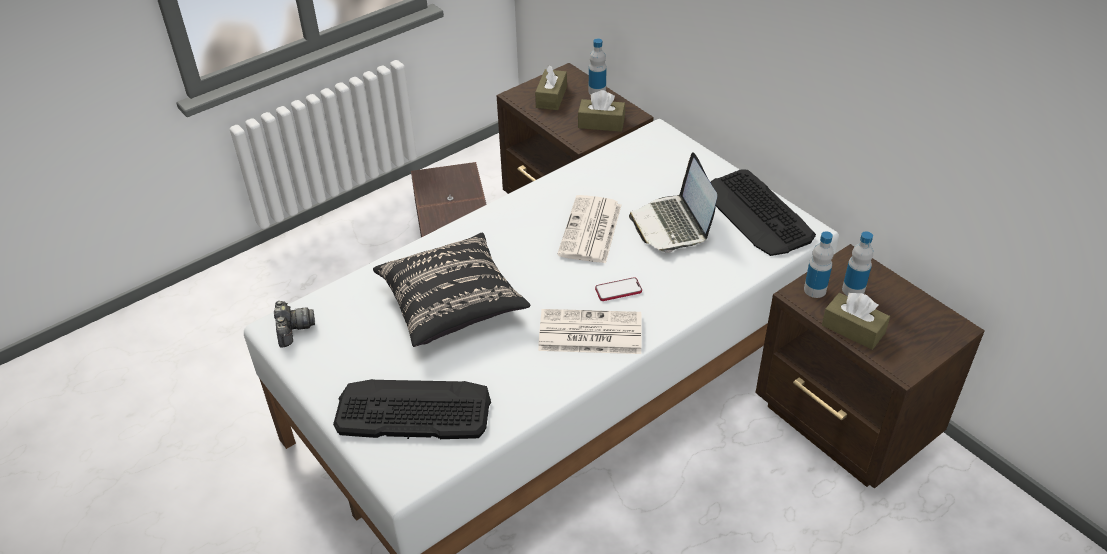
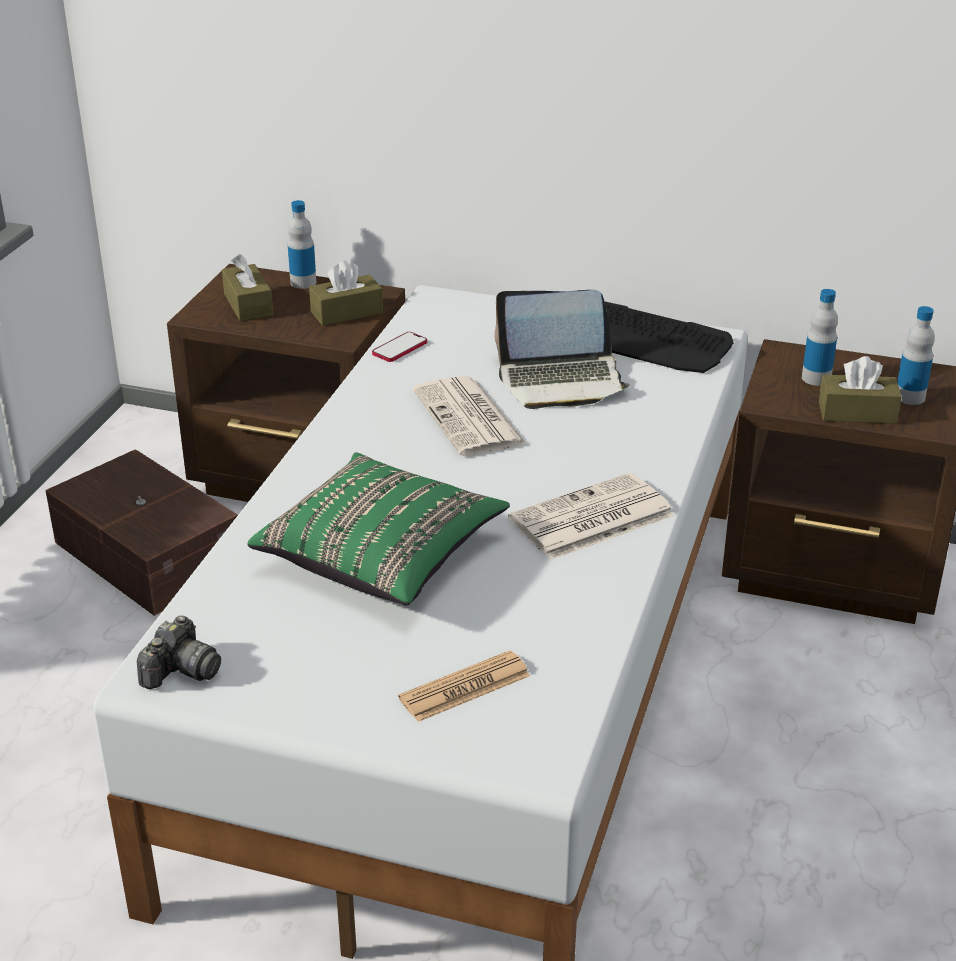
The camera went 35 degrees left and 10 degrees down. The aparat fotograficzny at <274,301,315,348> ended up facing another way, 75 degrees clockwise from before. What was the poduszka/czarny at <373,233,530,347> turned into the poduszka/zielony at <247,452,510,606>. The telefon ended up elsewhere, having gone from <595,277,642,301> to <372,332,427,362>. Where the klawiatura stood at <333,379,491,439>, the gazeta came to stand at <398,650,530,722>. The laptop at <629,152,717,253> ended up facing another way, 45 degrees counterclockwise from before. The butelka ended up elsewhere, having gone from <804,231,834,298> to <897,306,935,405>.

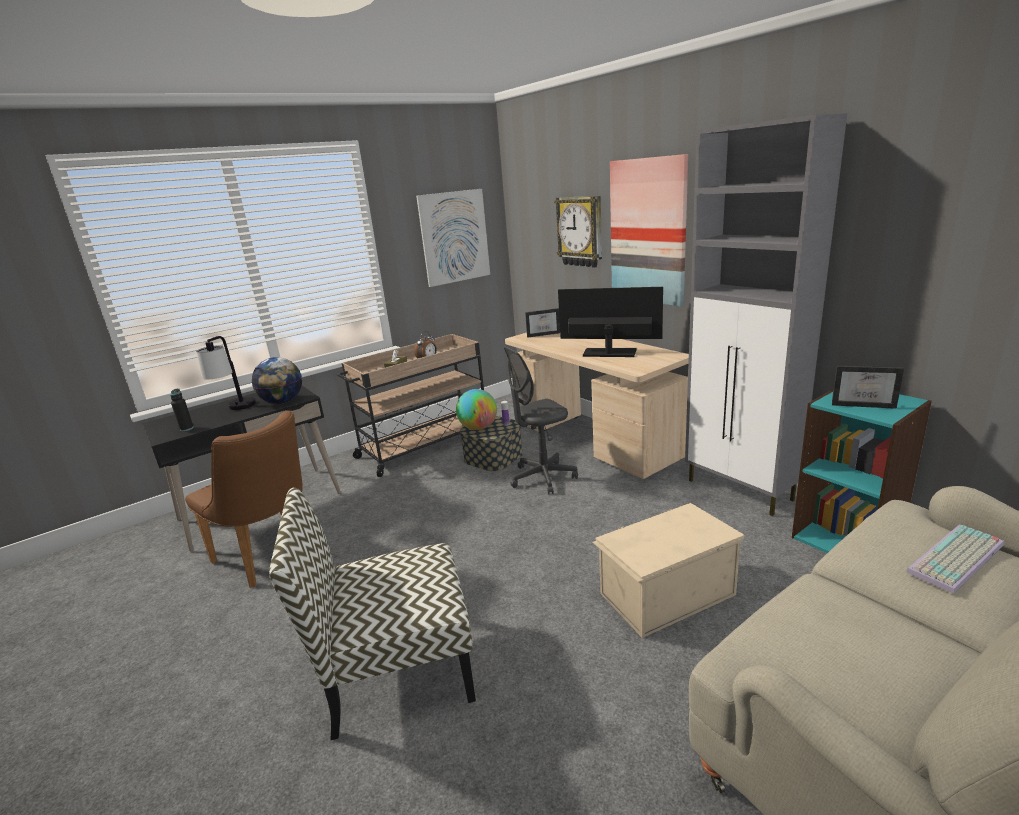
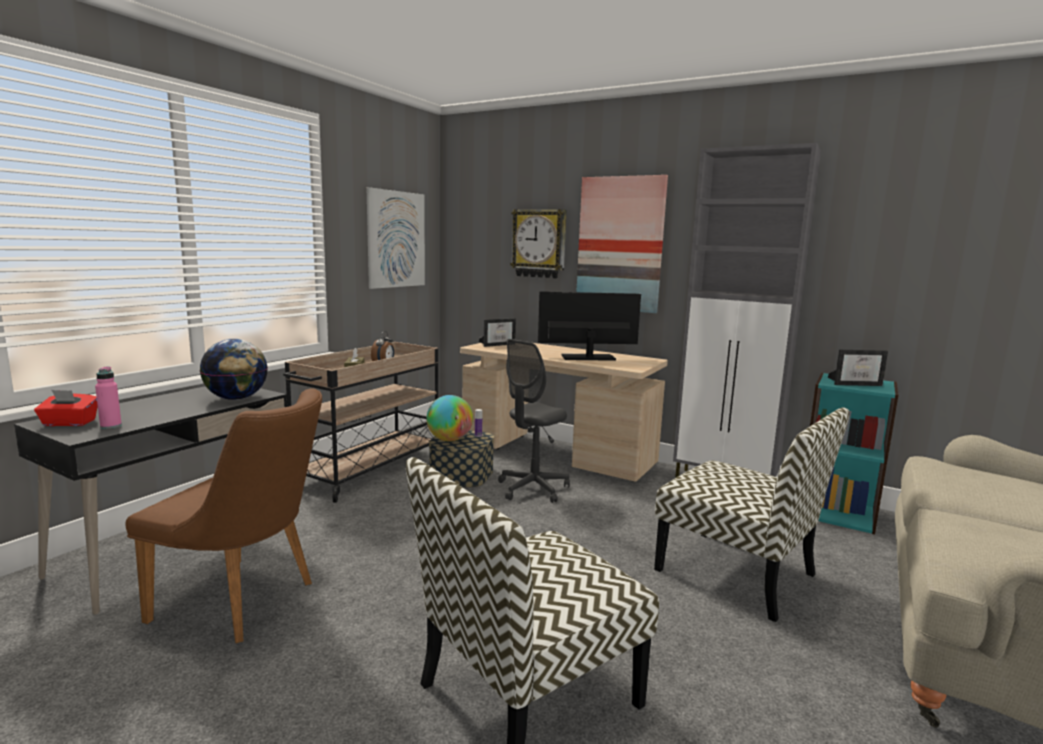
The camera went 25 degrees left and 10 degrees down. The second view gained the pudełko chusteczek/czerwony at <34,390,98,426>. What was the butelka/czarny at <170,388,194,432> turned into the butelka/różowy at <95,366,122,429>. Where the pojemnik do przechowywania/beżowy stood at <592,503,744,638>, the krzesło came to stand at <654,408,849,622>. The second view lost the lampa stołowa at <196,336,256,410>. The second view lost the klawiatura at <906,524,1004,594>.

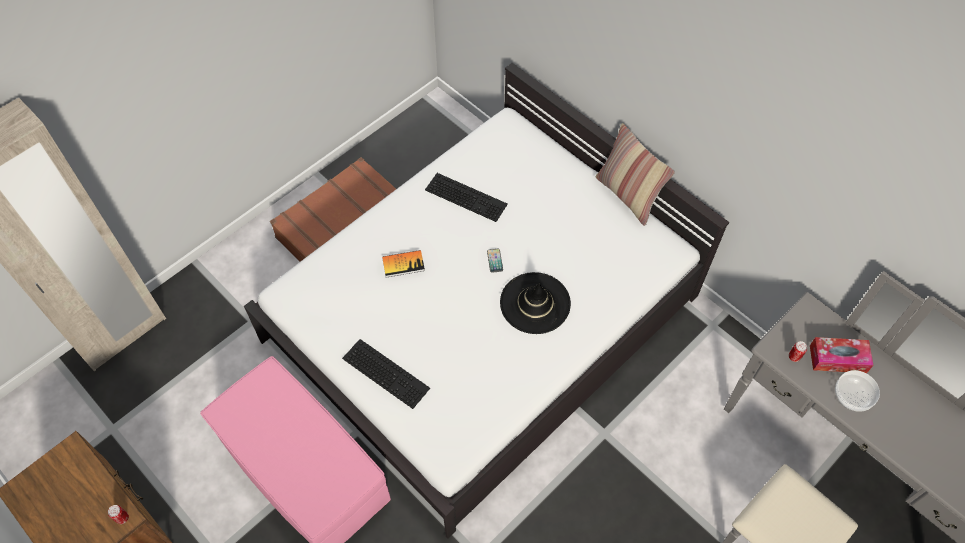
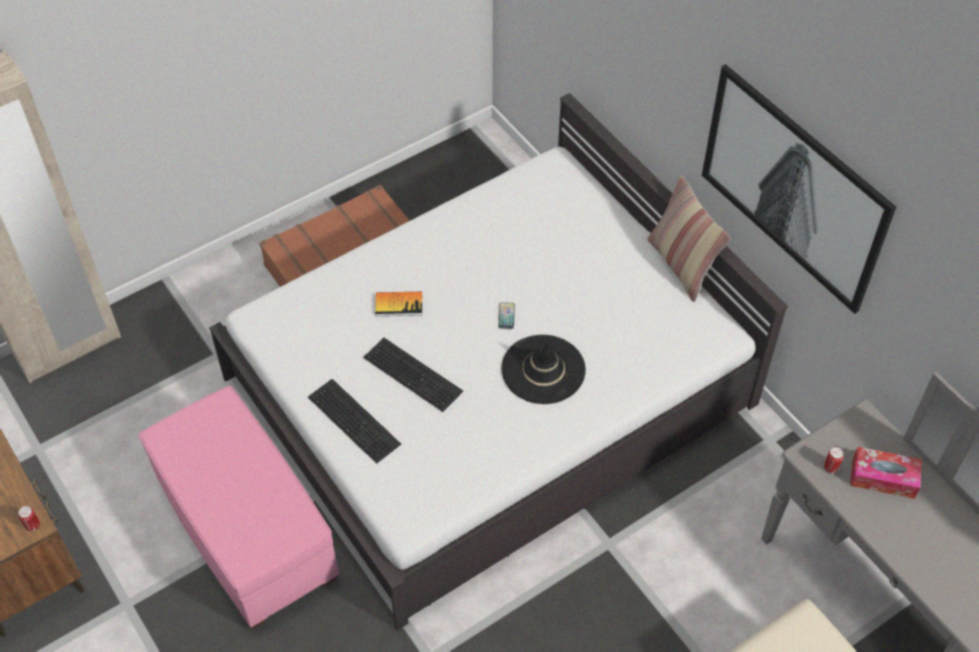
The camera went 10 degrees right and 5 degrees down. The klawiatura ended up elsewhere, having gone from <425,173,508,222> to <363,338,463,412>. The second view gained the obraz at <702,64,896,314>. The second view lost the miska at <835,370,880,412>.

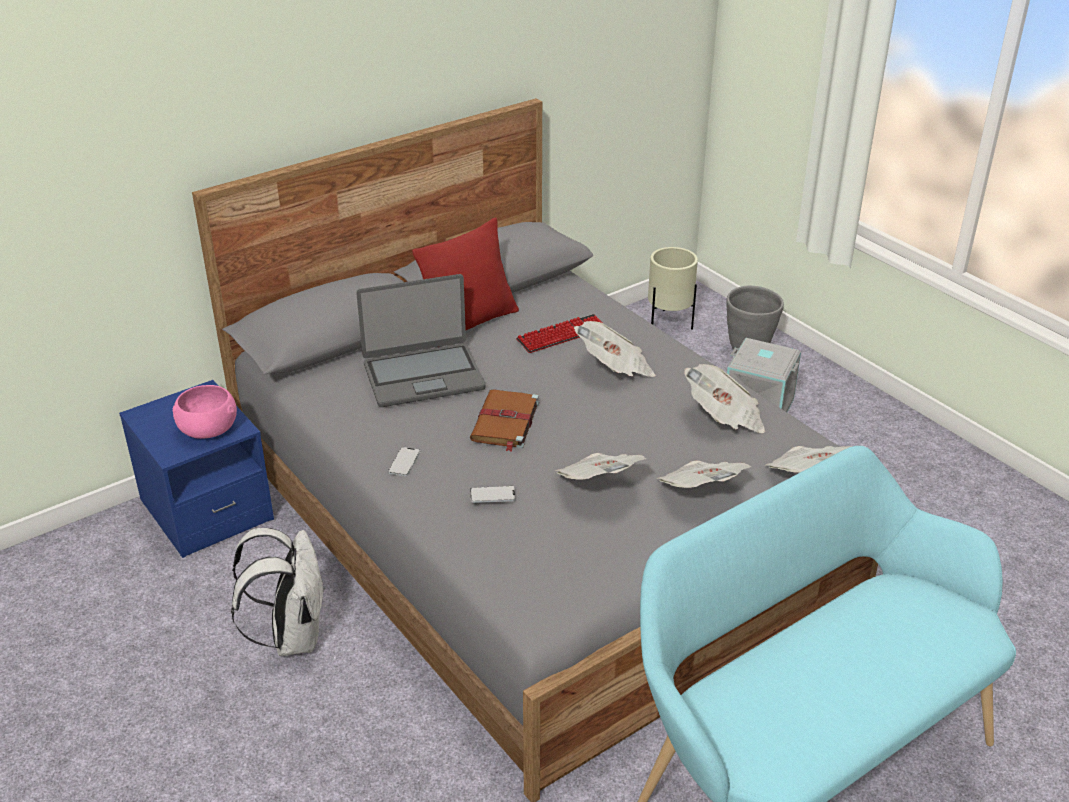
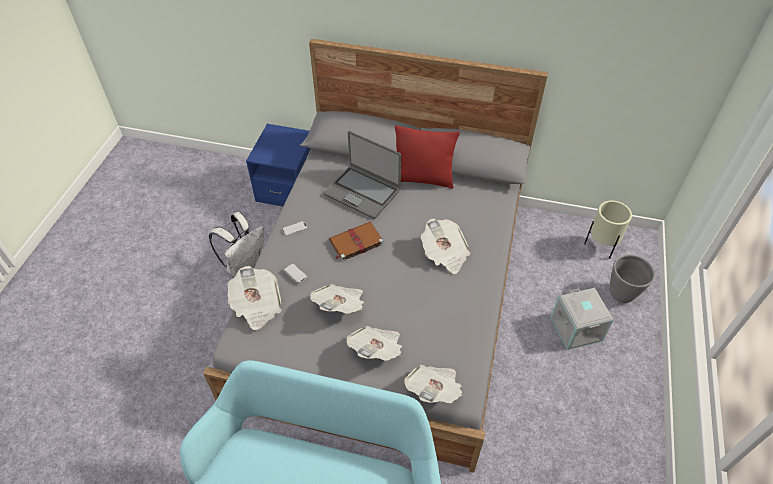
The camera went 50 degrees right and 15 degrees up. The gazeta ended up elsewhere, having gone from <684,364,765,433> to <227,266,282,330>. The second view lost the miska/różowy at <172,385,237,439>. The second view lost the klawiatura at <516,314,602,353>.

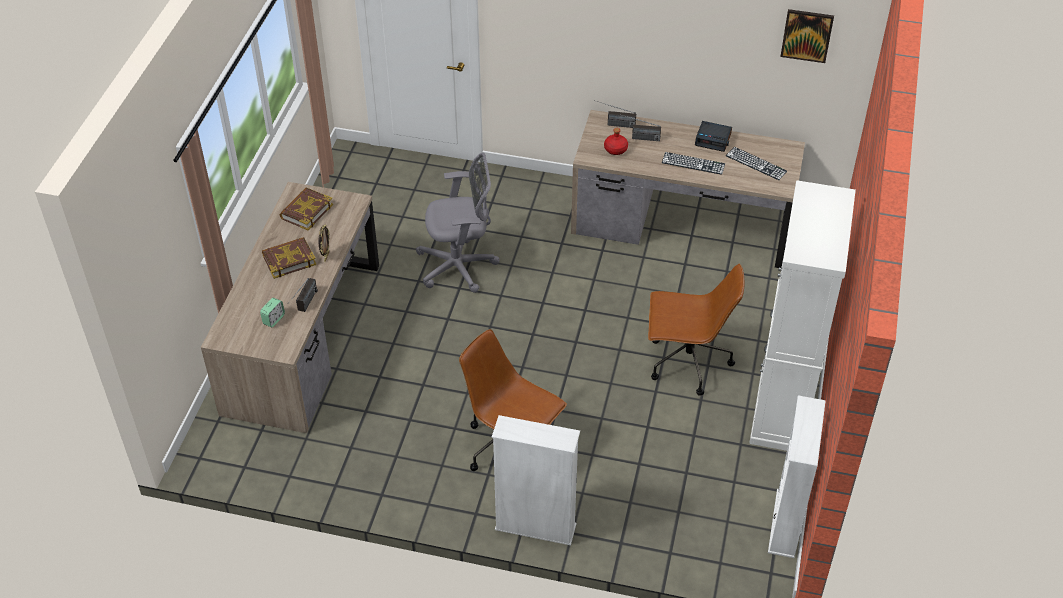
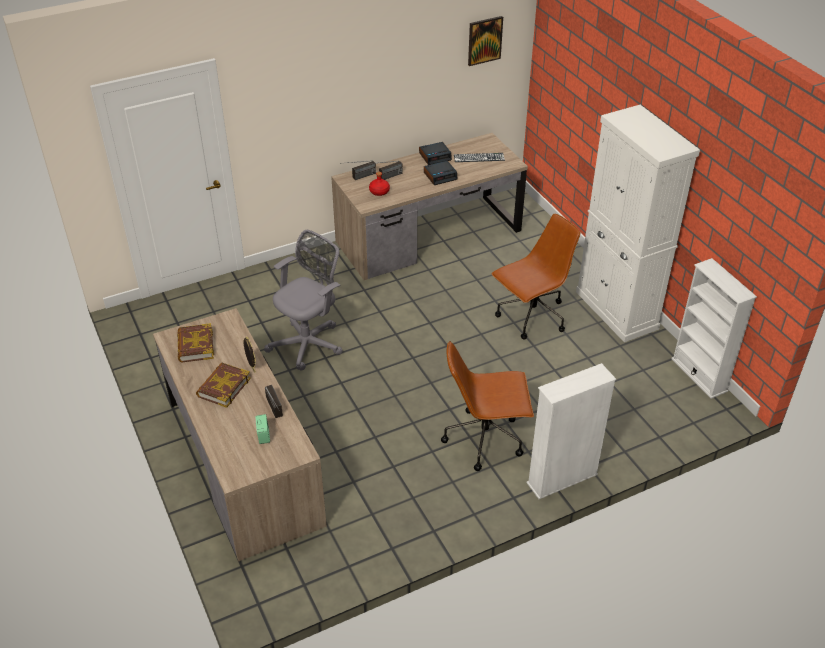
The camera went 40 degrees left and 5 degrees down. Where the klawiatura stood at <662,152,725,175>, the budzik came to stand at <424,161,458,185>.

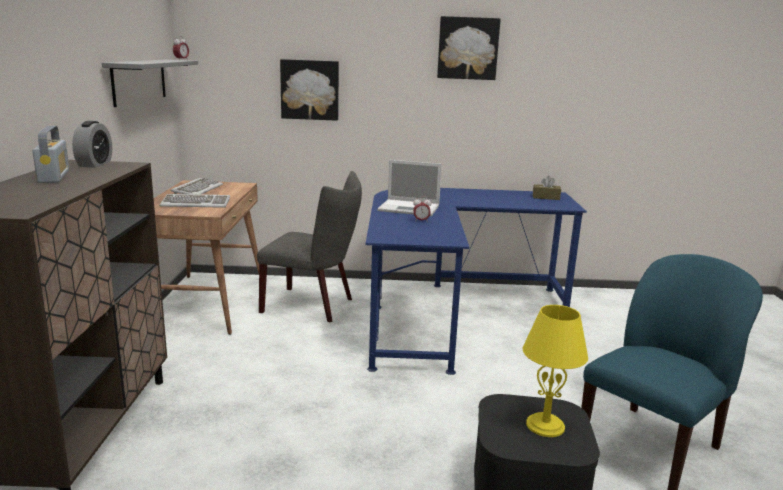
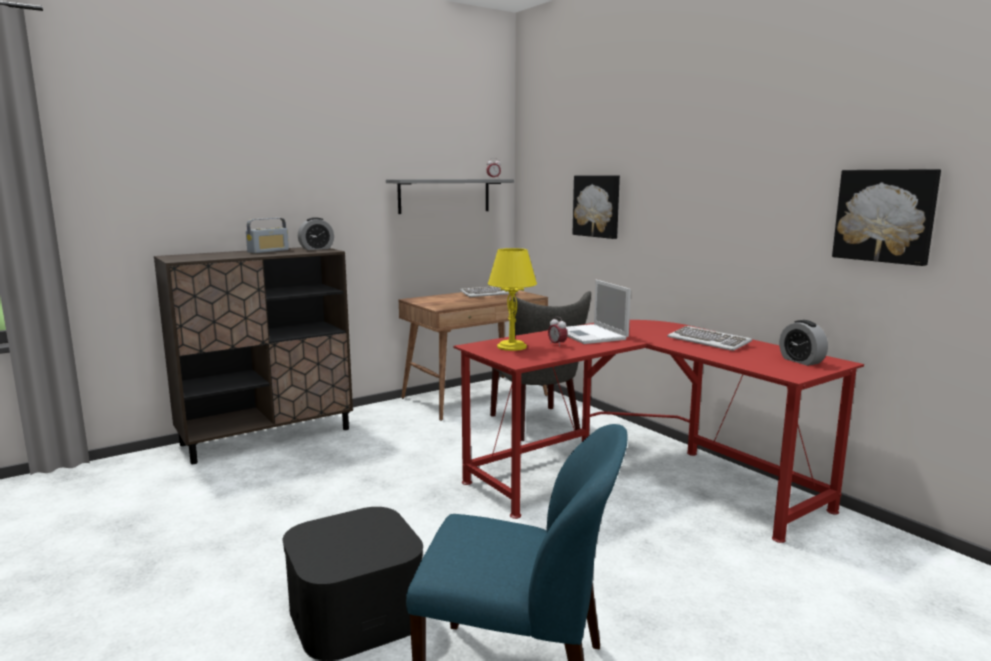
The camera went 55 degrees right and 5 degrees down. What was the biurko/niebieski at <366,188,587,375> turned into the biurko/czerwony at <453,320,864,543>. The lampa stołowa/żółty ended up elsewhere, having gone from <522,305,588,437> to <488,248,537,351>. The klawiatura ended up elsewhere, having gone from <159,194,230,208> to <667,326,752,351>. Where the pudełko chusteczek/brązowy stood at <533,176,561,200>, the budzik came to stand at <779,320,828,366>. The obraz ended up elsewhere, having gone from <437,16,501,80> to <832,169,941,266>.

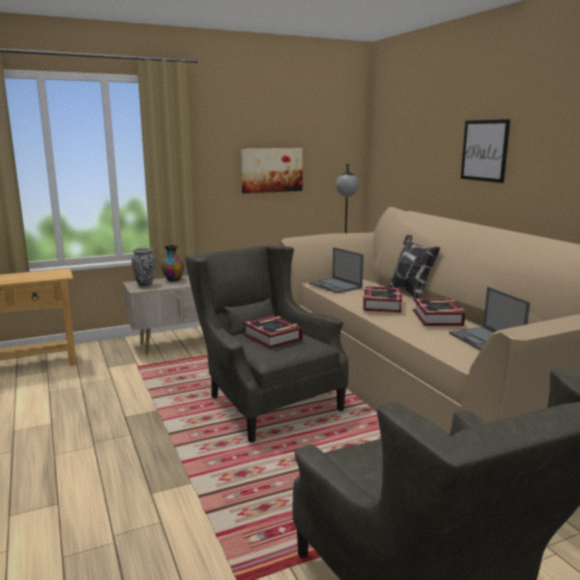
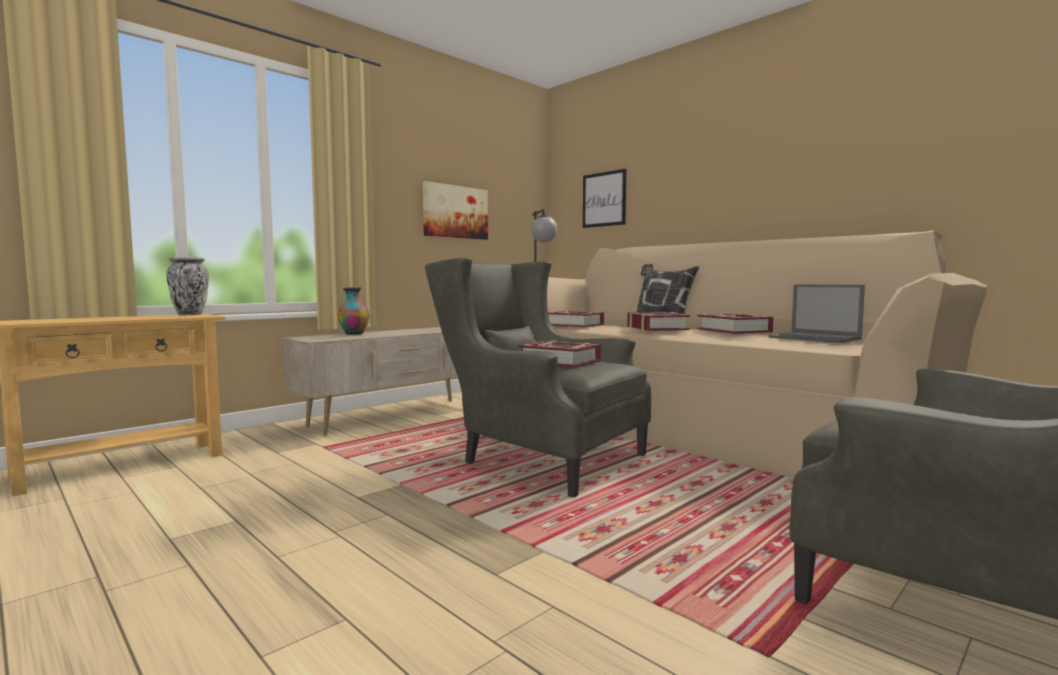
The camera went 20 degrees left and 10 degrees down. The wazon ended up elsewhere, having gone from <131,248,155,286> to <166,257,209,315>. Where the laptop stood at <309,247,364,293>, the książka came to stand at <548,310,604,327>. The obraz ended up elsewhere, having gone from <461,119,510,183> to <583,169,626,228>.

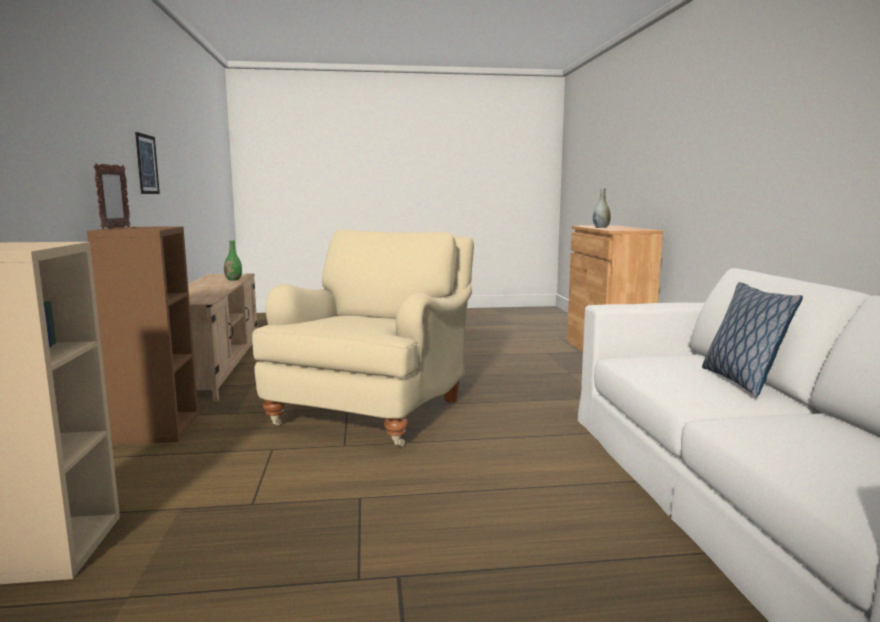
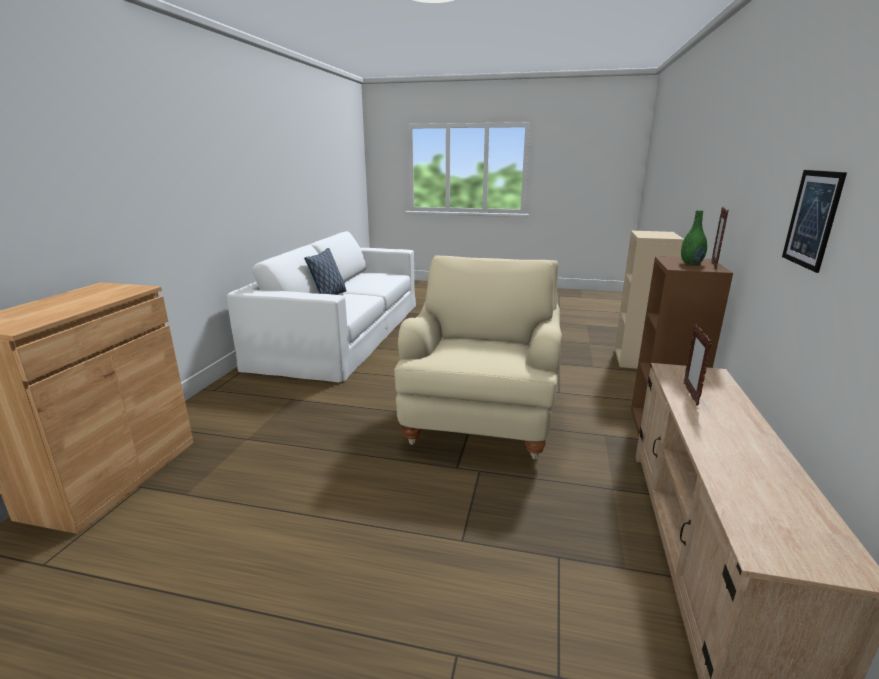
The camera went 160 degrees left and 10 degrees up. The fotel/beżowy at <252,230,474,446> ended up facing another way, 150 degrees clockwise from before. The wazon/zielony ended up elsewhere, having gone from <224,241,242,281> to <681,210,707,265>. The second view gained the ramka na zdjęcie at <684,324,712,406>. The second view lost the wazon/szary at <593,188,611,228>.

